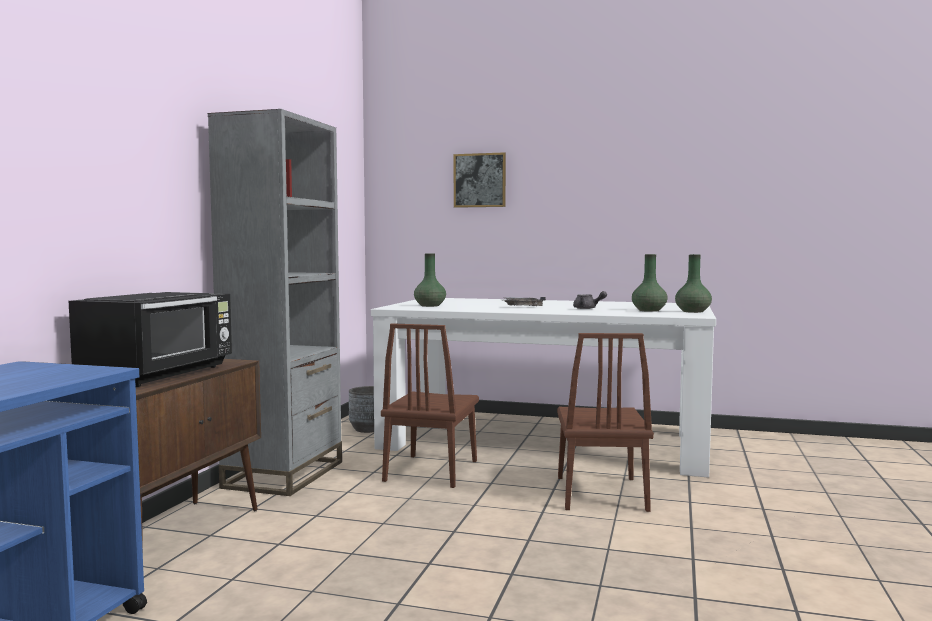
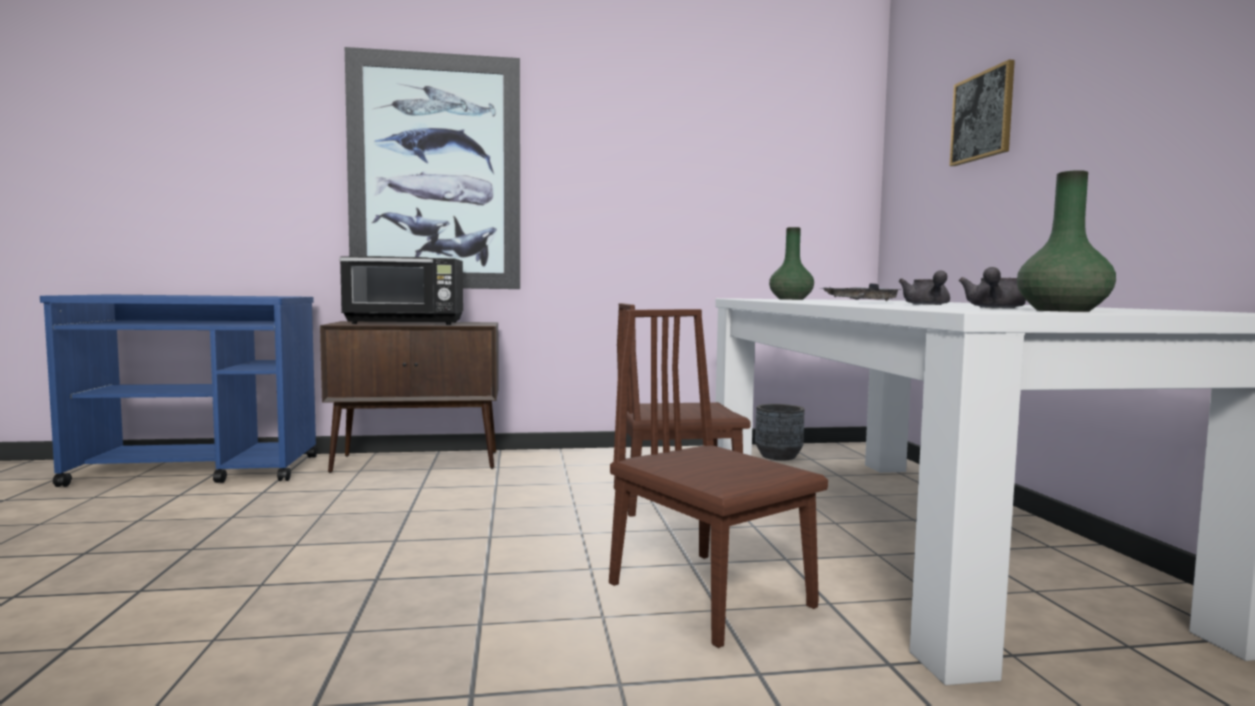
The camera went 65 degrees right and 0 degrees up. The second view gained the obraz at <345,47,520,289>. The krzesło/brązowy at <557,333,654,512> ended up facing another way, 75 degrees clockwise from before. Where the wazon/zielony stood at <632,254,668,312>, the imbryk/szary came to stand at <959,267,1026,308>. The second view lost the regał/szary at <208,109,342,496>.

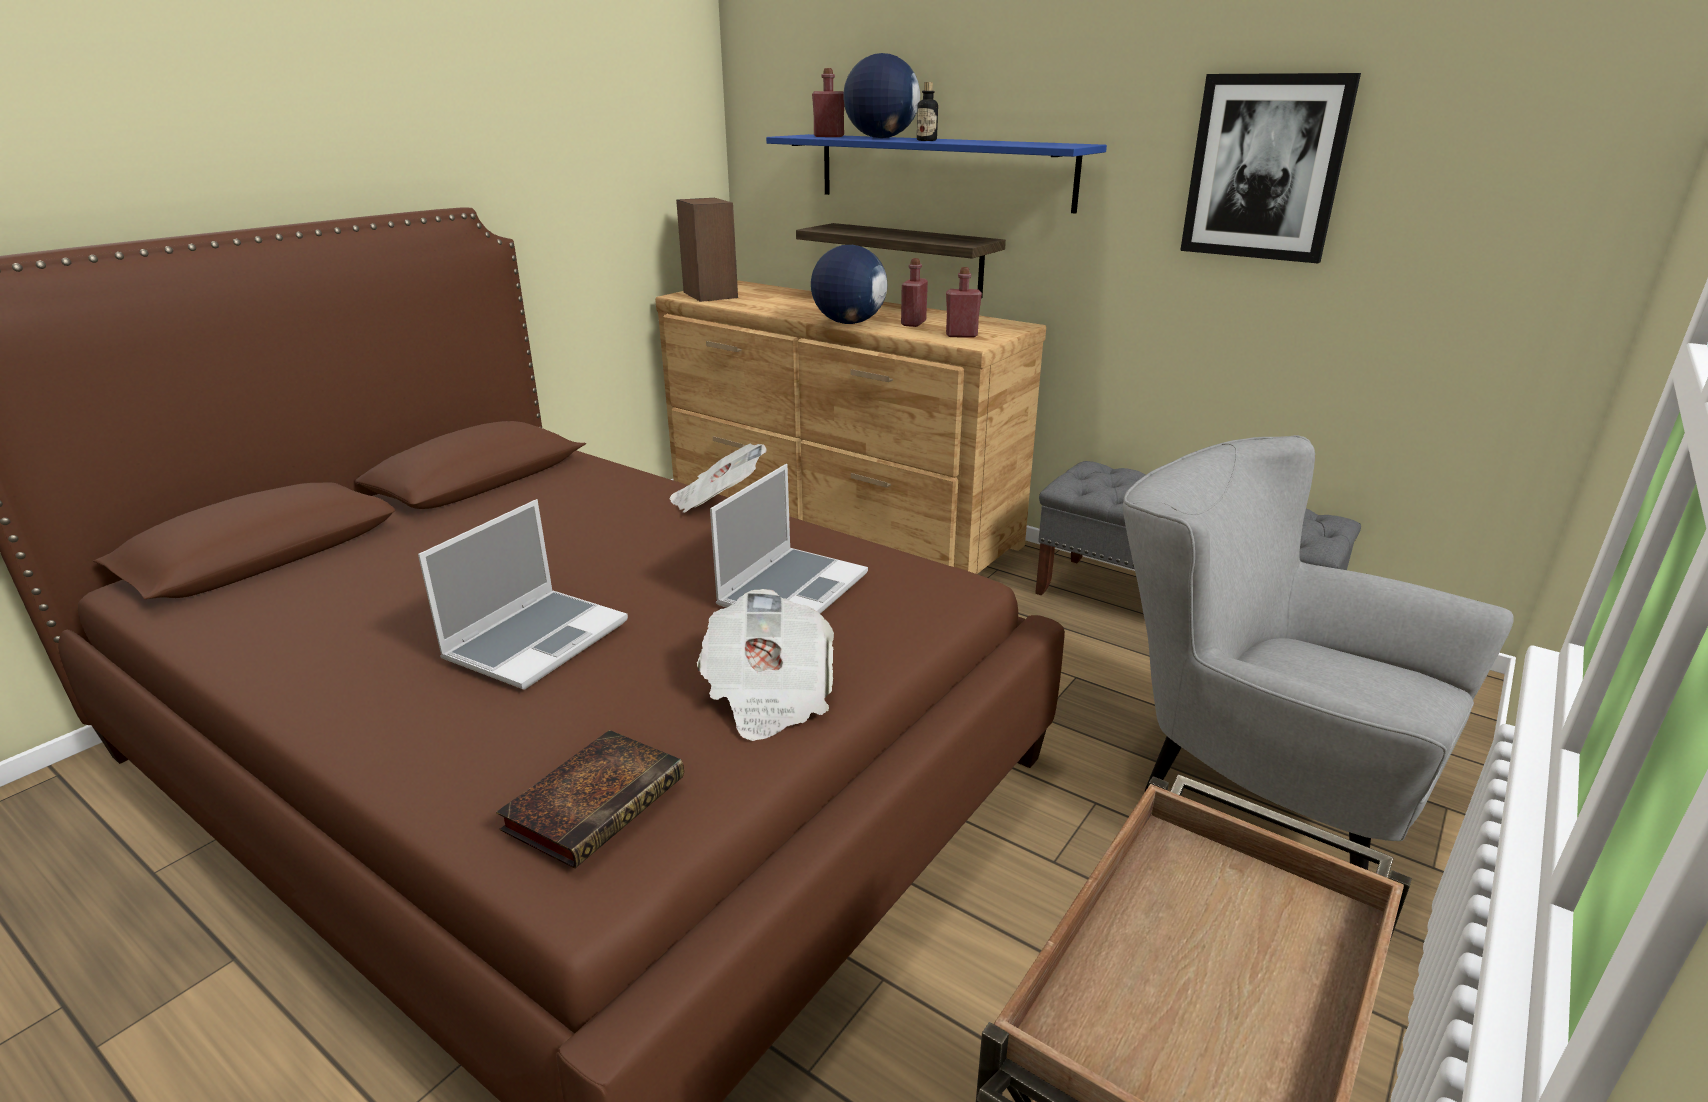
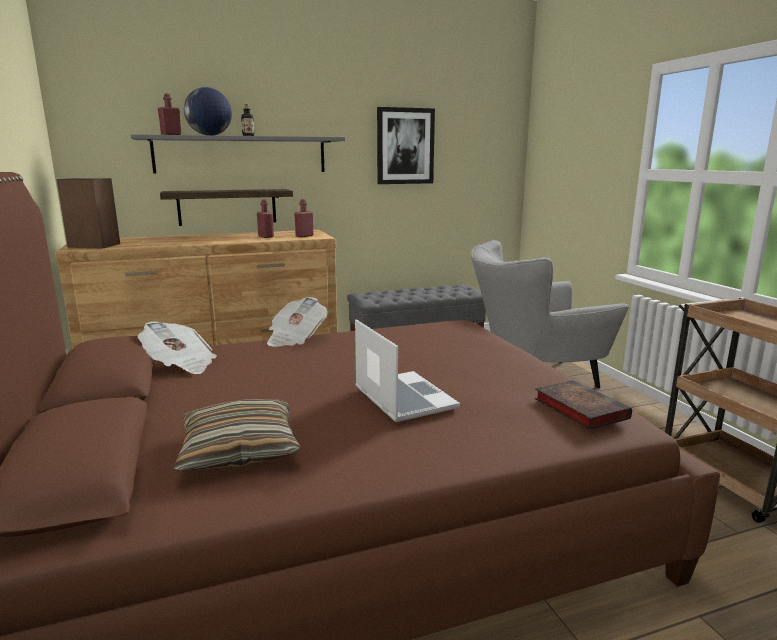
The camera went 55 degrees left and 10 degrees down. What was the półka/niebieski at <766,134,1107,214> turned into the półka/szary at <131,134,345,173>. The gazeta ended up elsewhere, having gone from <697,589,834,741> to <138,321,217,374>. The second view gained the poduszka at <174,399,301,471>. The second view lost the laptop at <710,464,868,614>. The second view lost the globus at <811,245,887,324>.

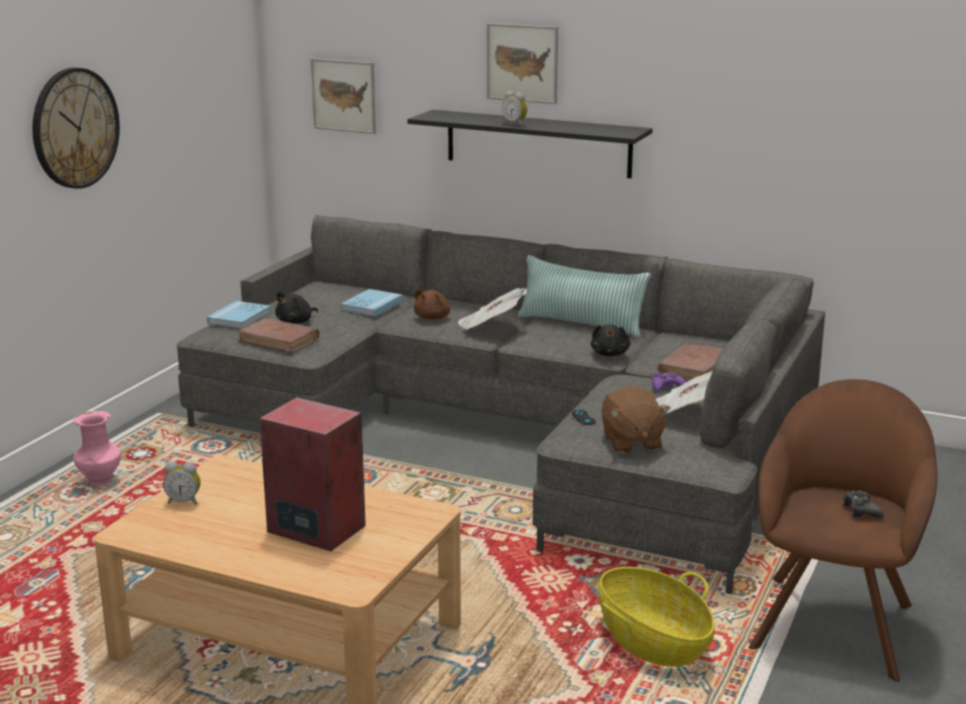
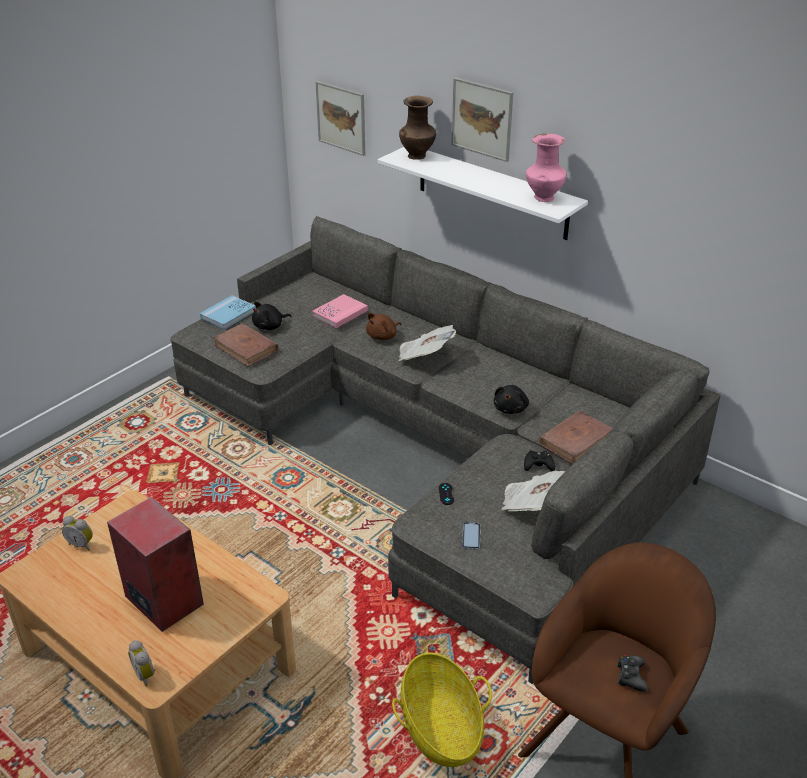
The camera went 15 degrees right and 15 degrees up. The budzik ended up elsewhere, having gone from <502,91,527,126> to <128,640,155,686>. What was the książka/niebieski at <341,289,402,317> turned into the książka/różowy at <312,294,368,328>. What was the półka/czarny at <407,110,653,178> turned into the półka/biały at <377,147,588,240>. The second view gained the wazon/brązowy at <399,96,436,160>. Where the pluszak/brązowy stood at <601,386,671,453>, the telefon came to stand at <462,522,480,550>. What was the pad do gier/fioletowy at <652,372,686,392> turned into the pad do gier/czarny at <524,450,555,471>. The wazon/różowy ended up elsewhere, having gone from <73,411,121,486> to <526,134,567,202>. The second view lost the zegar ścienny at <32,68,120,189>. The second view lost the poduszka at <518,255,651,338>.

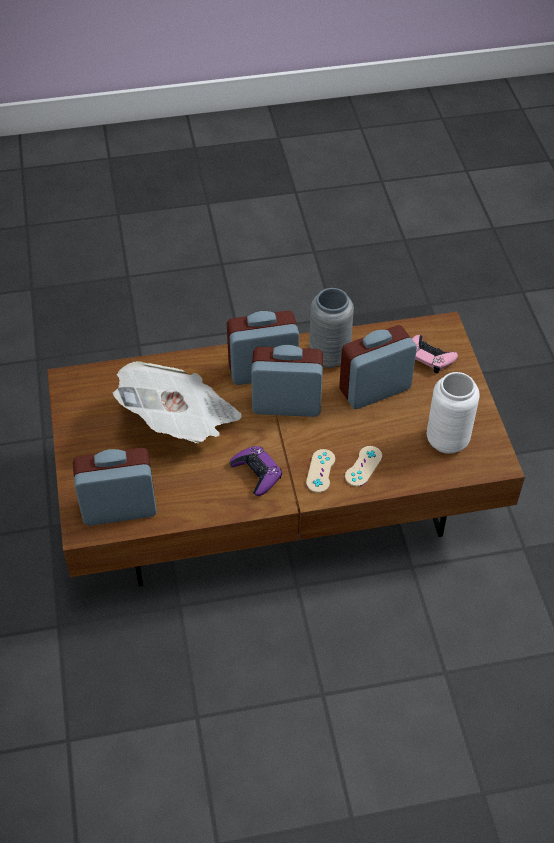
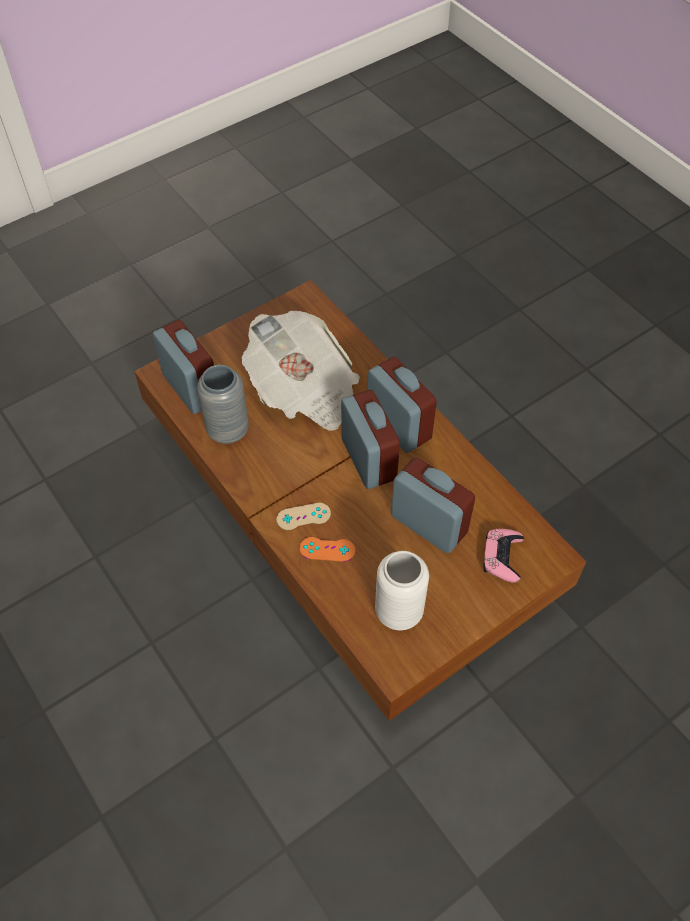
The camera went 65 degrees right and 5 degrees up. The wazon/szary ended up elsewhere, having gone from <309,288,354,368> to <197,365,249,444>. What was the pad do gier/beżowy at <345,446,382,487> turned into the pad do gier/pomarańczowy at <299,537,355,562>. The second view lost the pad do gier/fioletowy at <229,446,282,496>.

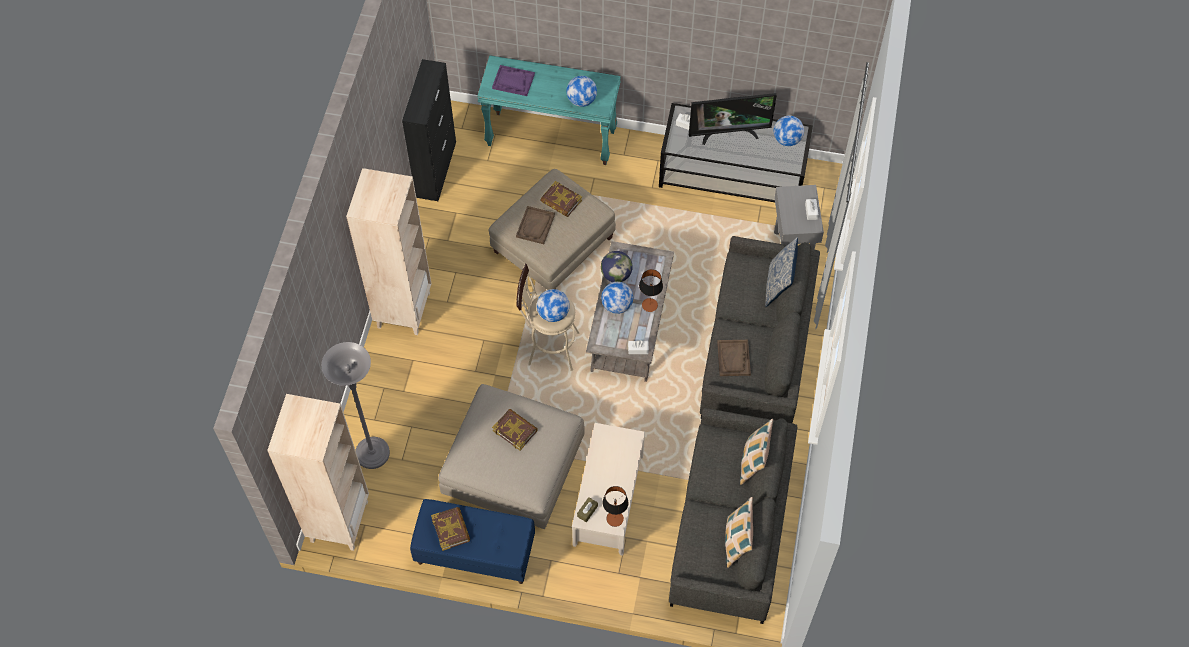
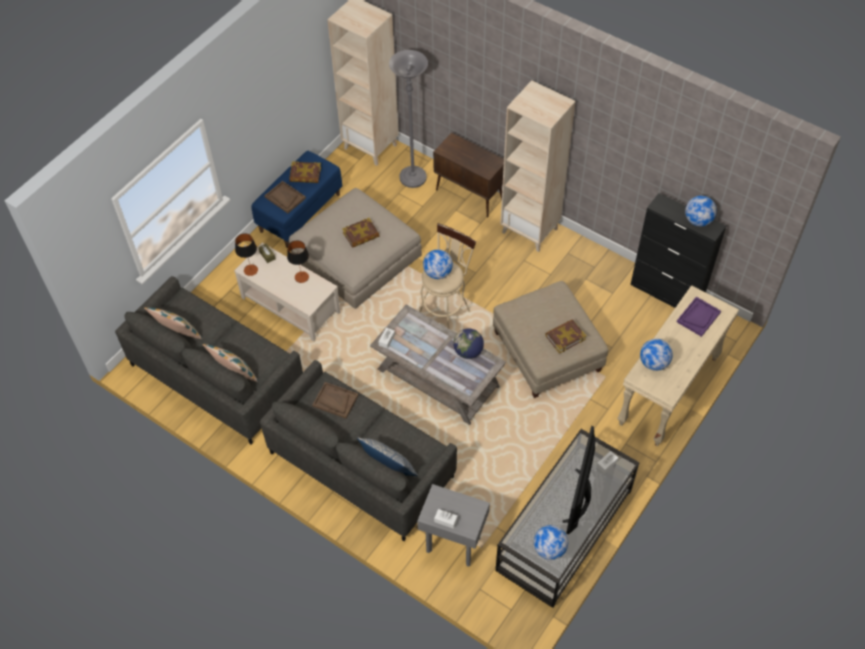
The camera went 115 degrees right and 5 degrees down. The taca/brązowy ended up elsewhere, having gone from <516,206,555,244> to <264,181,306,213>. The lampa stołowa ended up elsewhere, having gone from <639,269,663,312> to <287,240,309,283>. The second view gained the szafka/brązowy at <433,133,504,217>. What was the stolik konsolowy/turkusowy at <477,55,621,165> turned into the stolik konsolowy/beżowy at <617,285,739,446>. The globus ended up elsewhere, having gone from <601,282,633,314> to <685,196,717,226>.

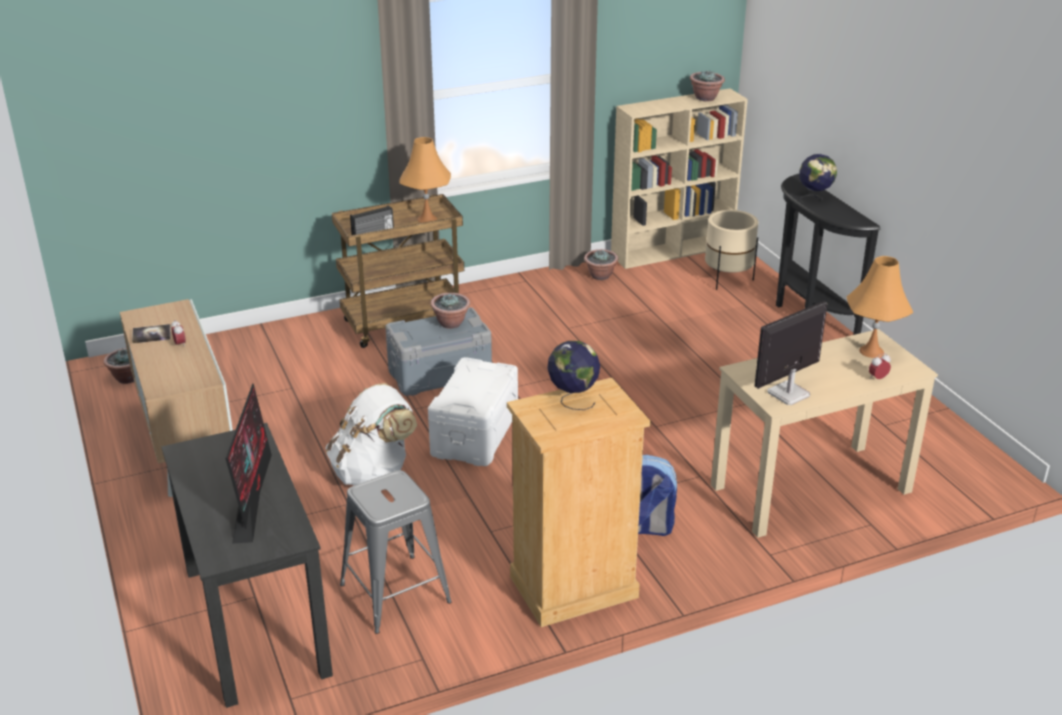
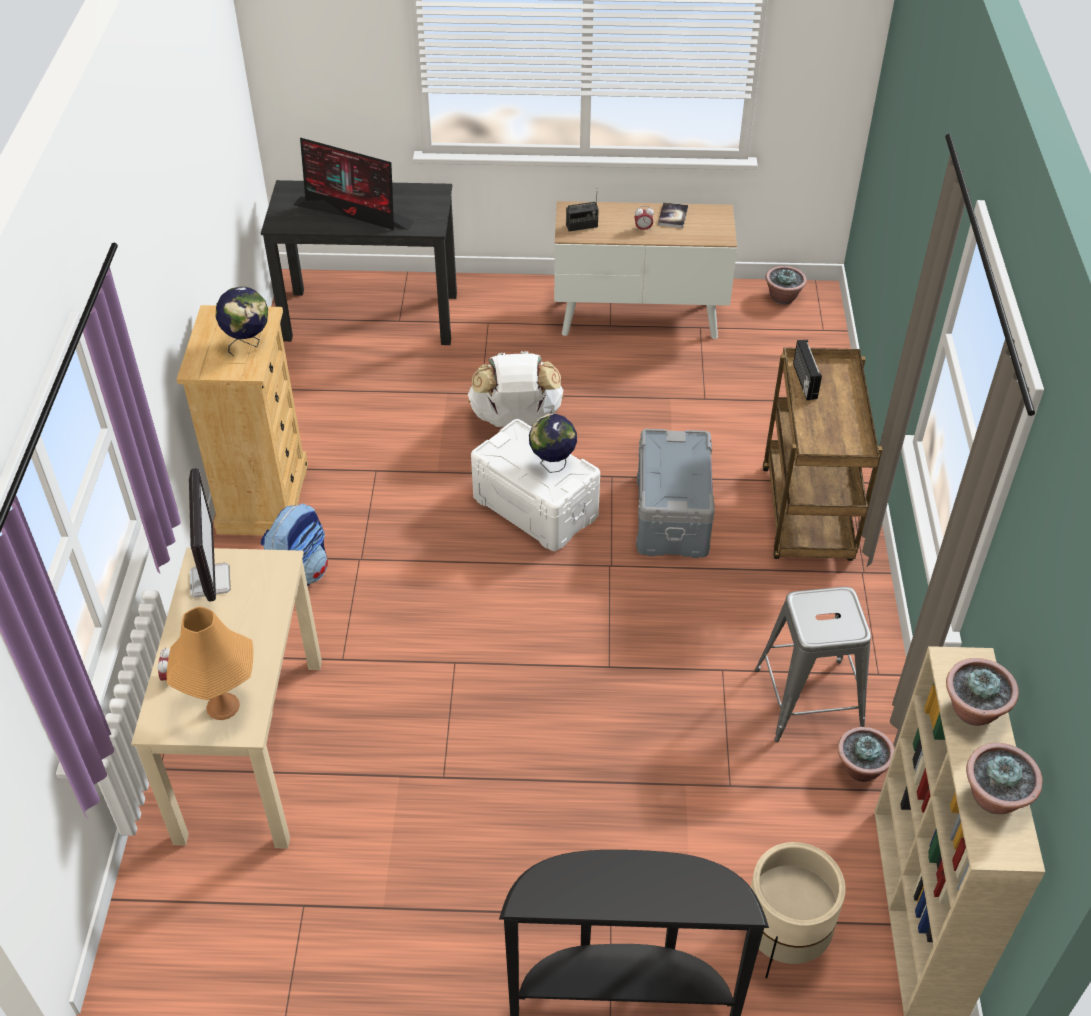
The camera went 115 degrees right and 15 degrees up. The globus ended up elsewhere, having gone from <799,154,837,203> to <529,414,577,473>. The second view gained the radio at <566,198,599,232>. The stołek/szary ended up elsewhere, having gone from <340,470,452,634> to <755,587,871,742>. The roślina doniczkowa ended up elsewhere, having gone from <431,293,470,329> to <946,658,1019,726>. The second view lost the lampa stołowa/pomarańczowy at <399,137,451,223>.

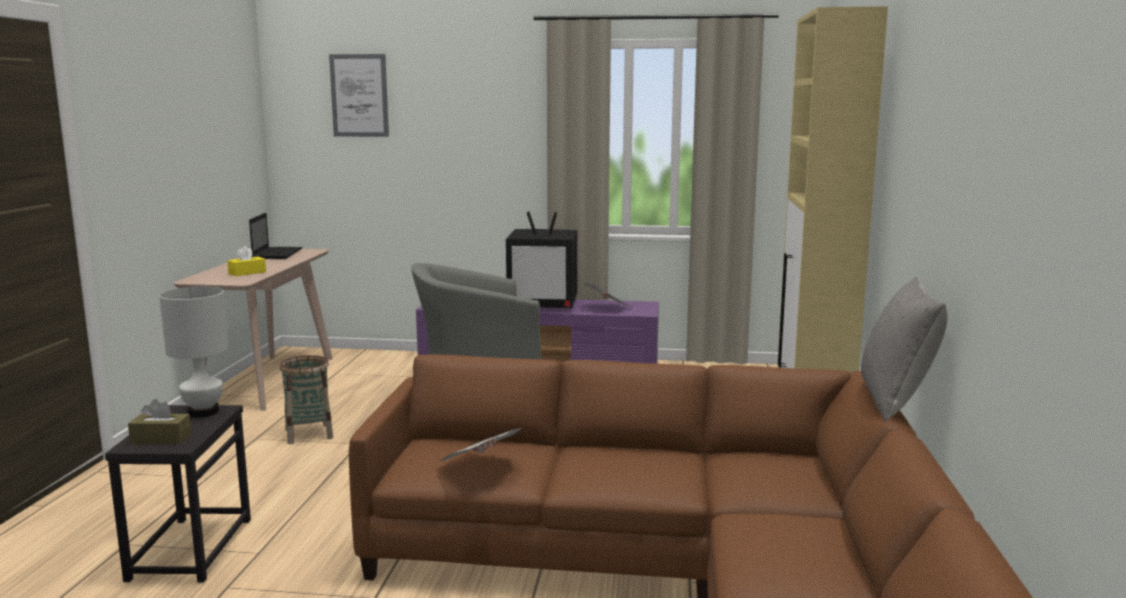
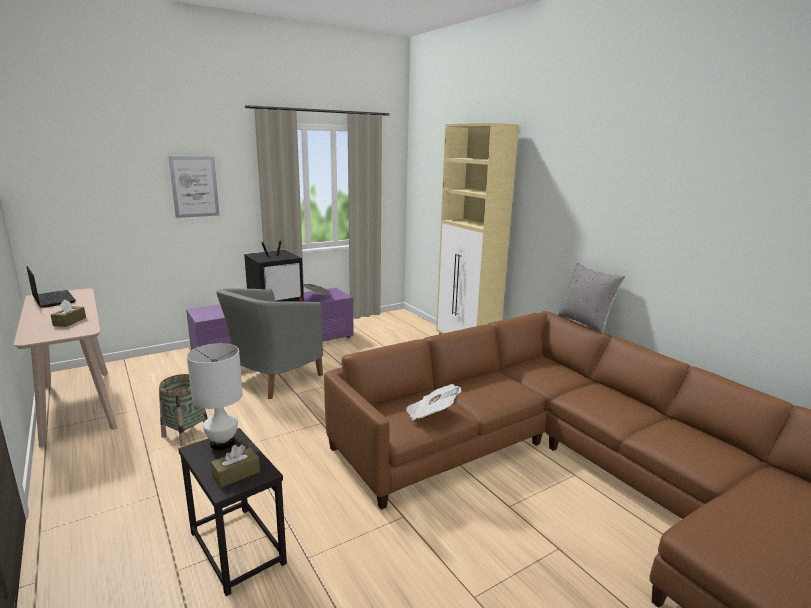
The camera went 40 degrees left and 5 degrees up. What was the pudełko chusteczek/żółty at <227,246,266,276> turned into the pudełko chusteczek/brązowy at <51,300,86,327>. The obraz ended up elsewhere, having gone from <329,54,389,137> to <169,156,220,218>.

